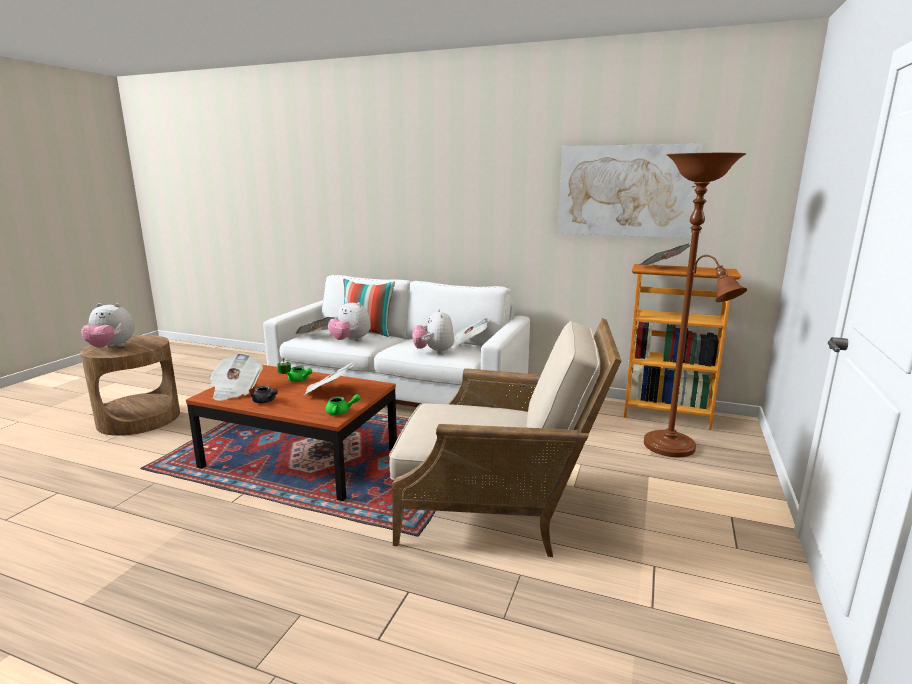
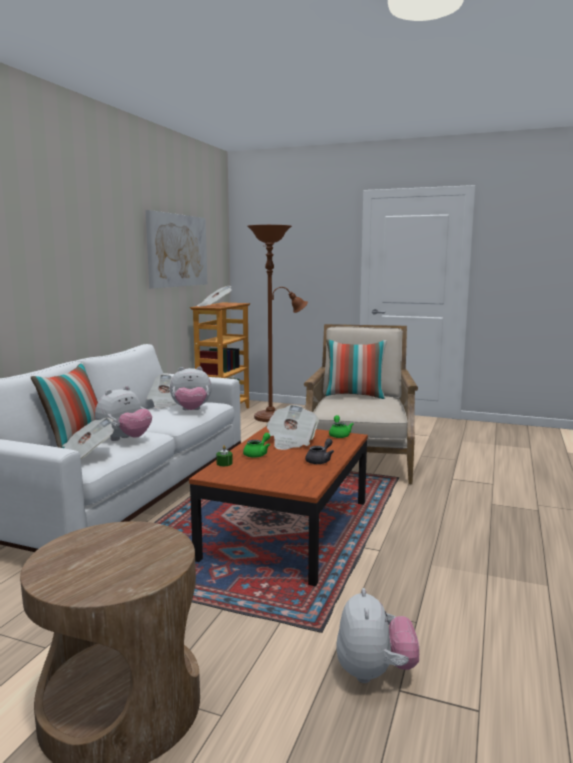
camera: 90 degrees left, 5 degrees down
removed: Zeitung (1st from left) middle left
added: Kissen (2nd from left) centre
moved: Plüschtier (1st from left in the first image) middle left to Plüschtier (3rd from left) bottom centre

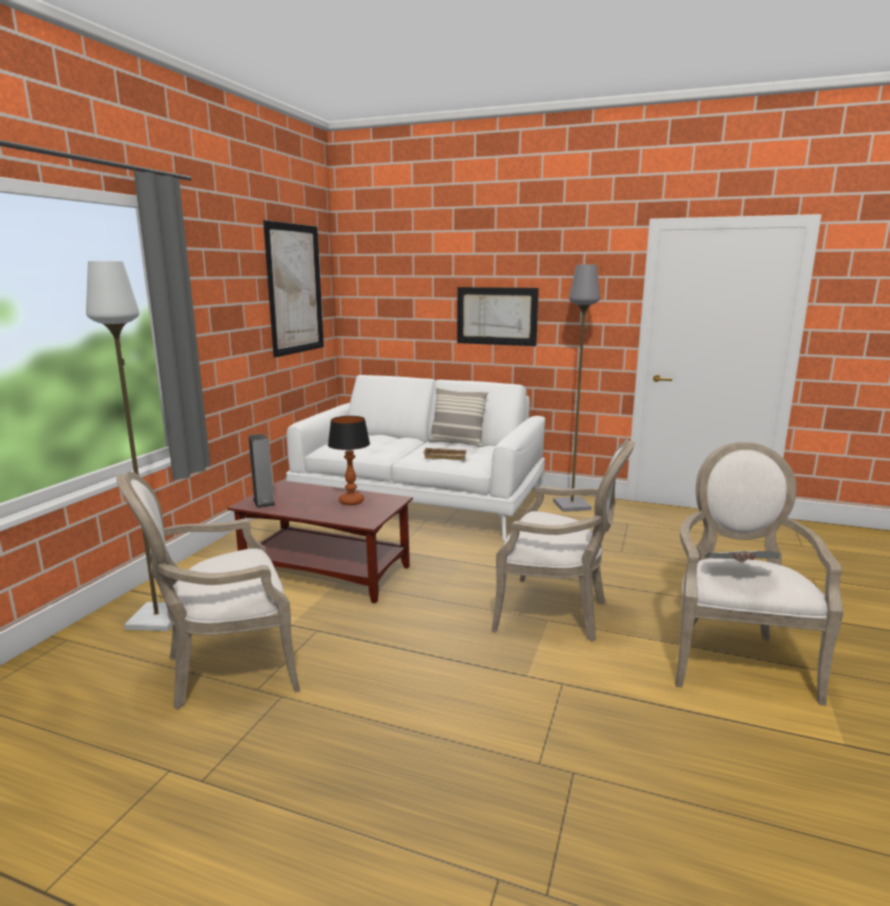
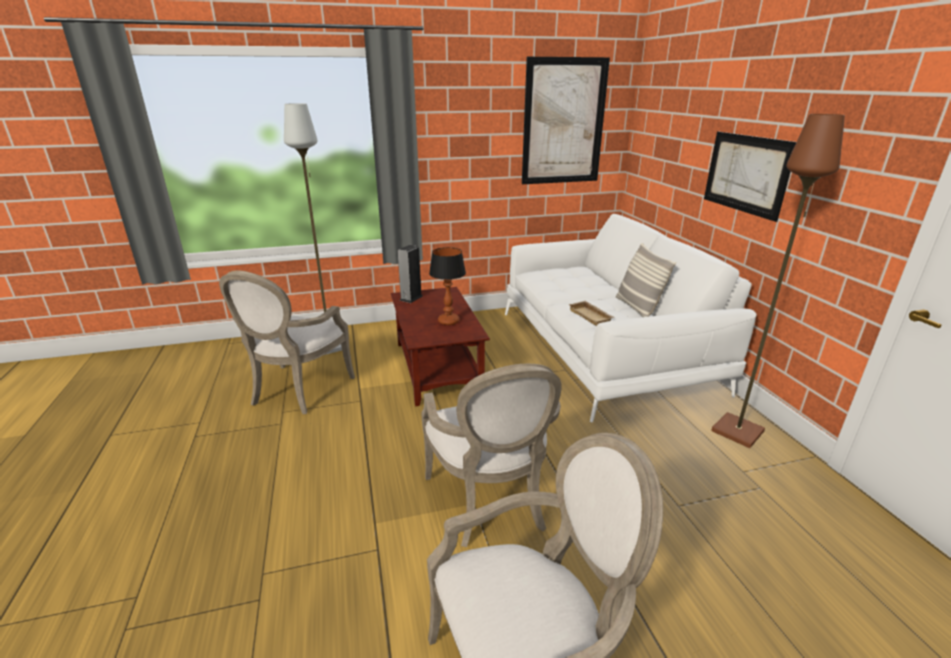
camera: 55 degrees right, 10 degrees up
removed: Zeitung middle right
recoloured: Stehlampe (grau) (2nd from left) centre to Stehlampe (braun) middle right
turned: Sessel (1st from left) middle left = middle left 105 degrees counterclockwise

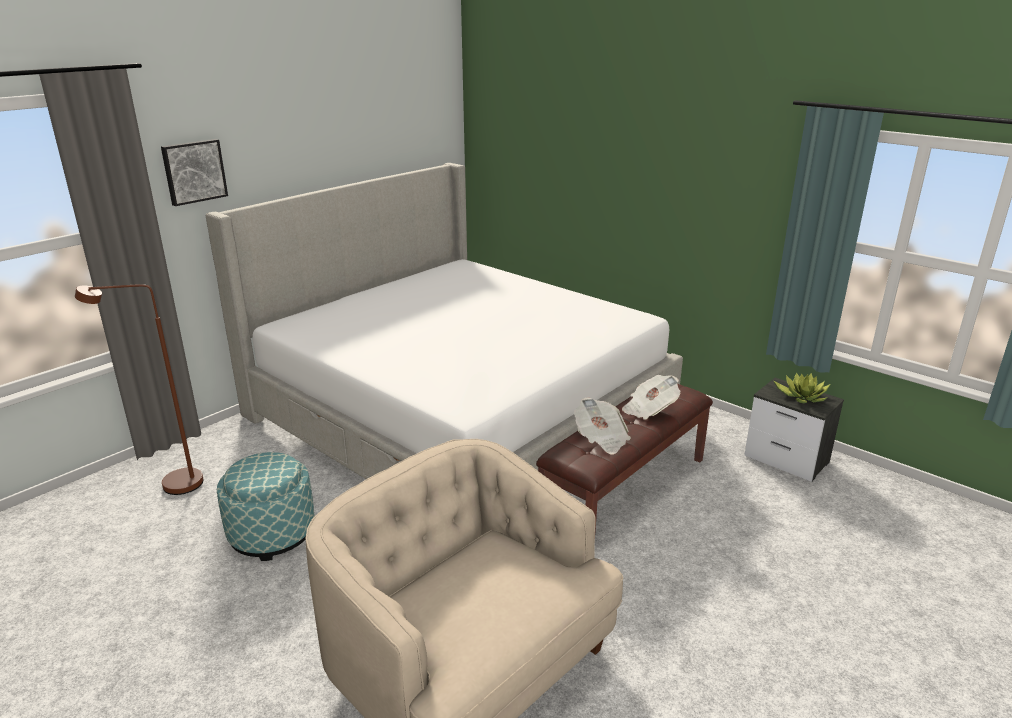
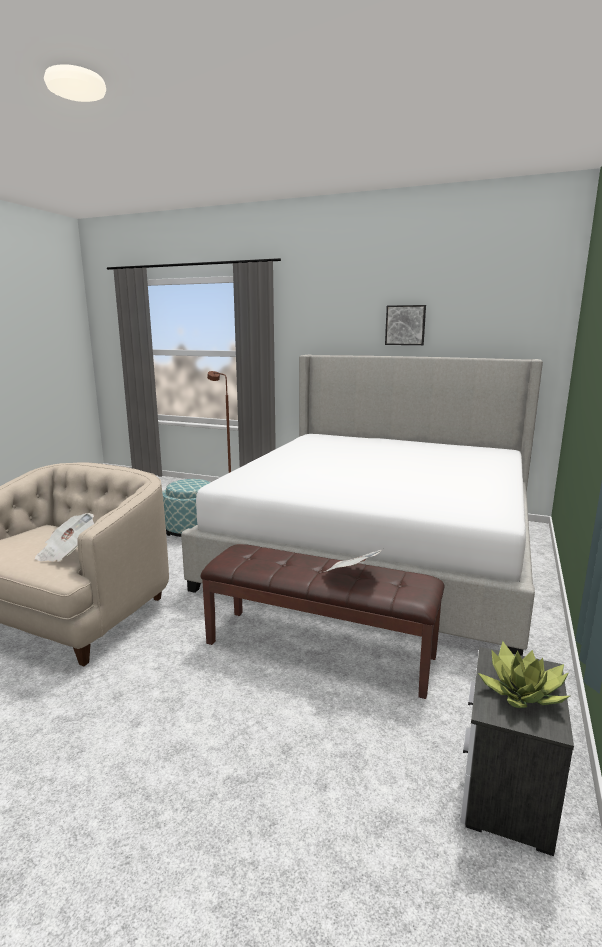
camera: 70 degrees right, 10 degrees down
moved: Bild top left to middle right; Zeitung (1st from left) centre to middle left

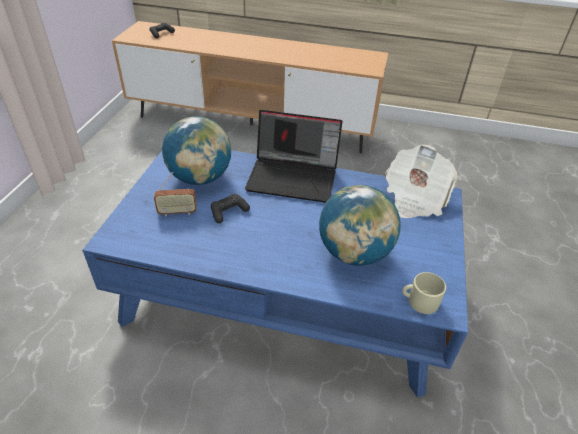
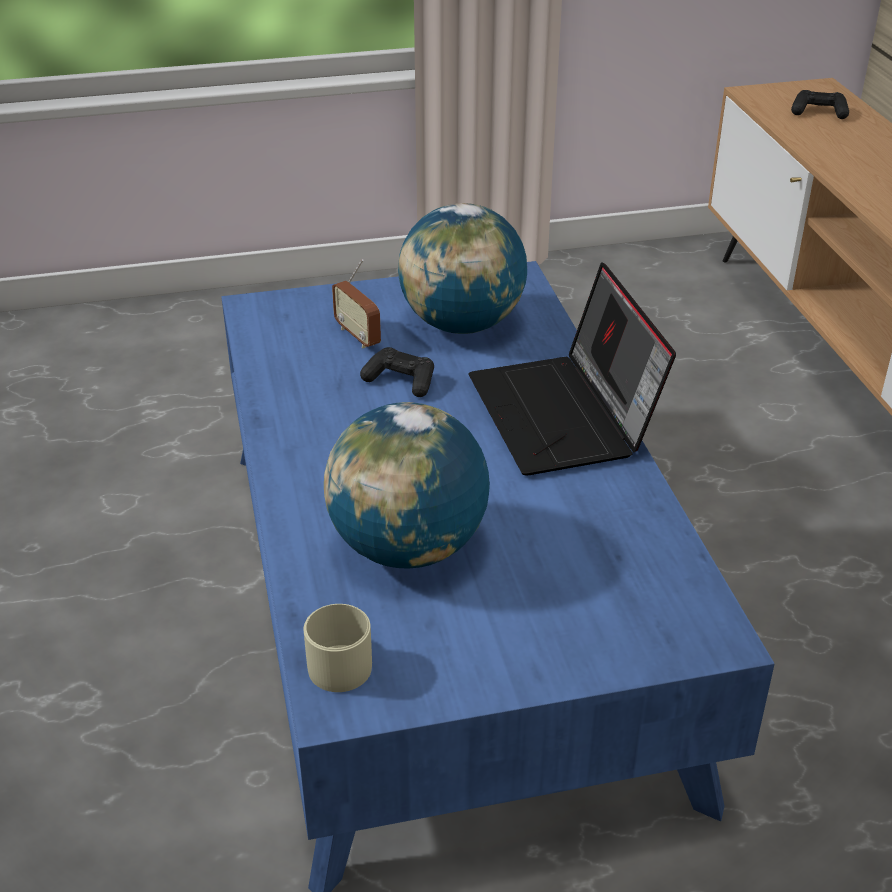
camera: 65 degrees right, 5 degrees down
removed: Zeitung middle right

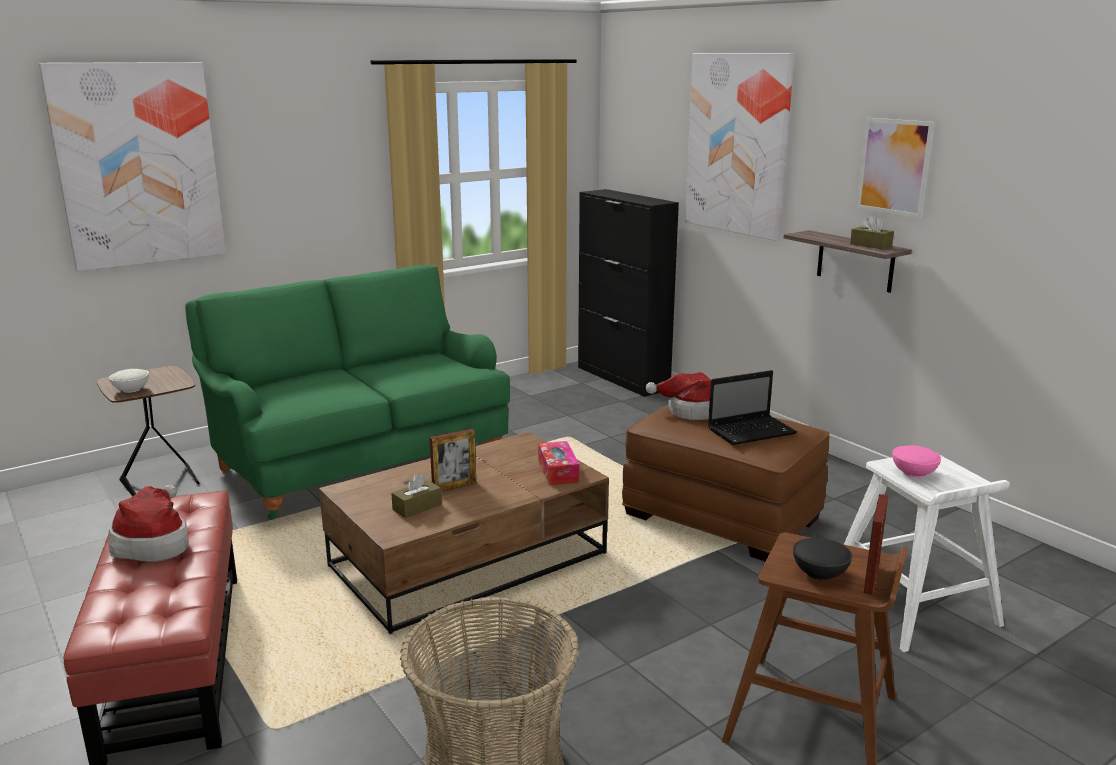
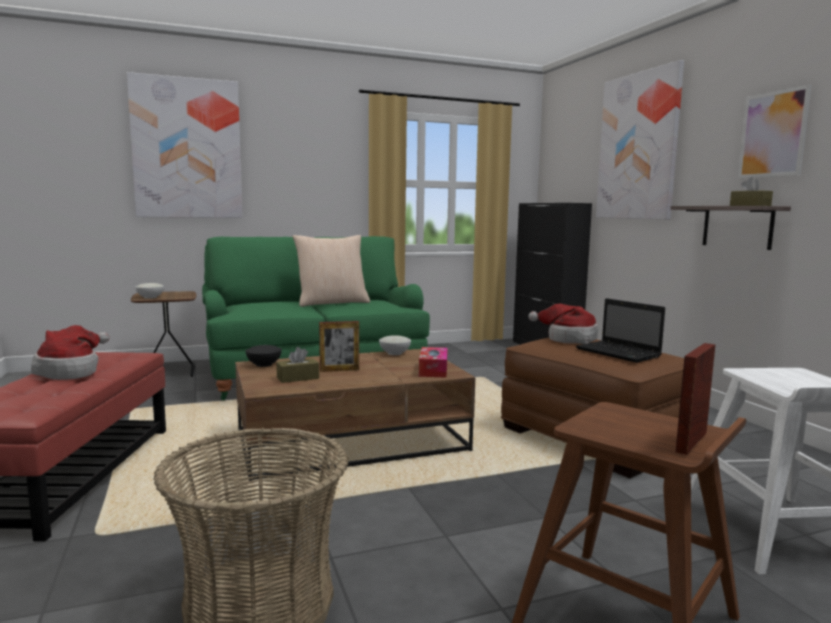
camera: 15 degrees right, 10 degrees down
removed: Schüssel (rosa) middle right
added: Kissen (beige) centre; Schüssel (weiß) (2nd from left) centre
moved: Schüssel (schwarz) bottom right to middle left
turned: Laptop middle right = middle right 60 degrees clockwise

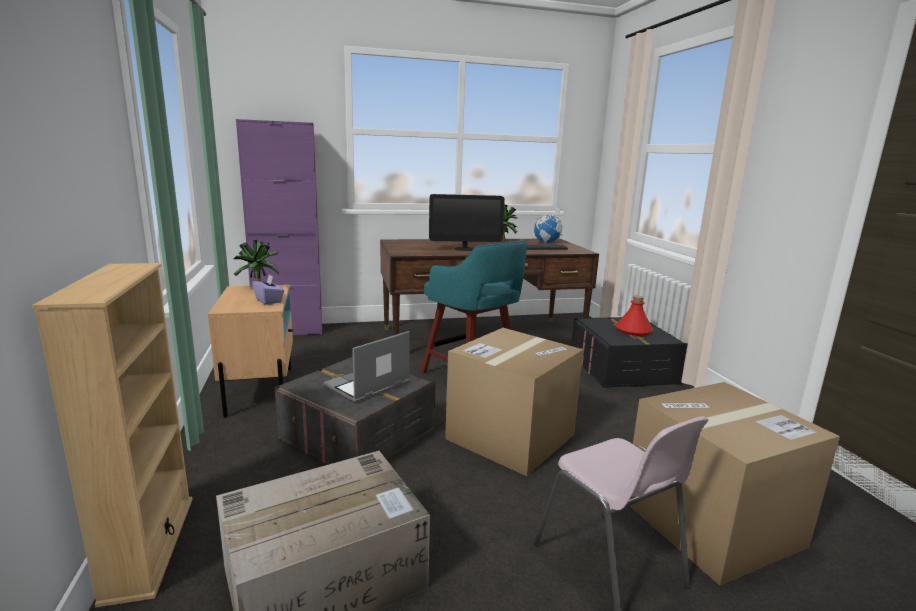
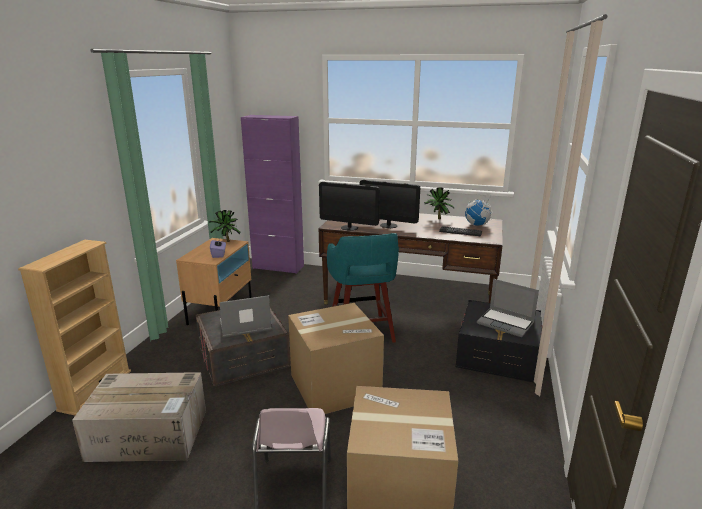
camera: 30 degrees right, 5 degrees up
added: Monitor (1st from left) centre
replaced: Flasche (rot) middle right to Laptop (2nd from left) middle right

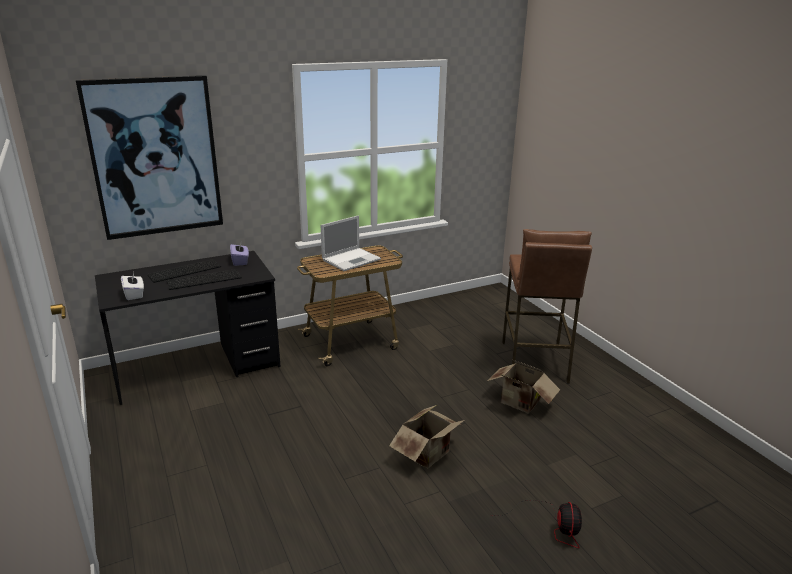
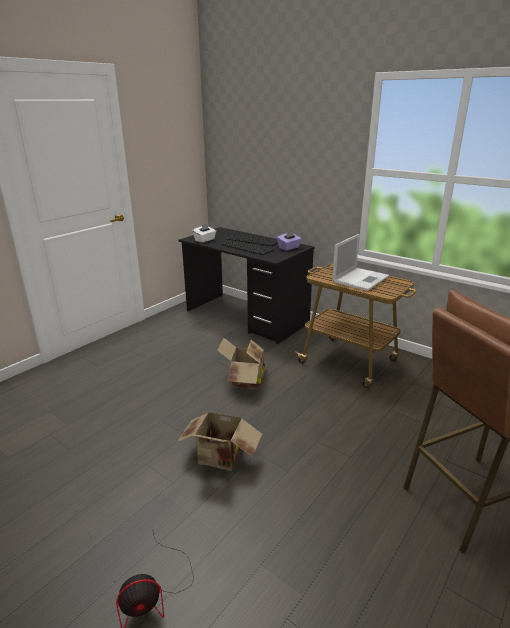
camera: 65 degrees right, 0 degrees up
removed: Bild top left
moved: Karton (2nd from left) bottom centre to centre
turned: Laptop centre = middle right 75 degrees counterclockwise

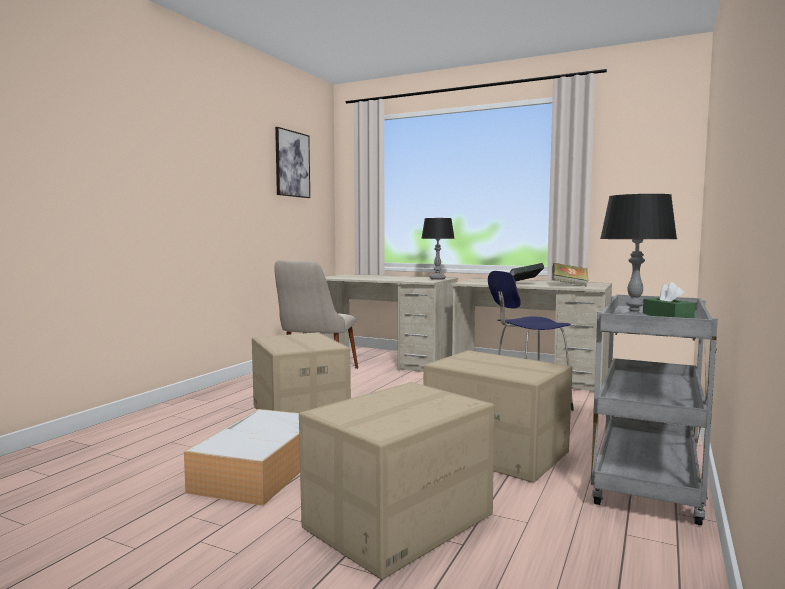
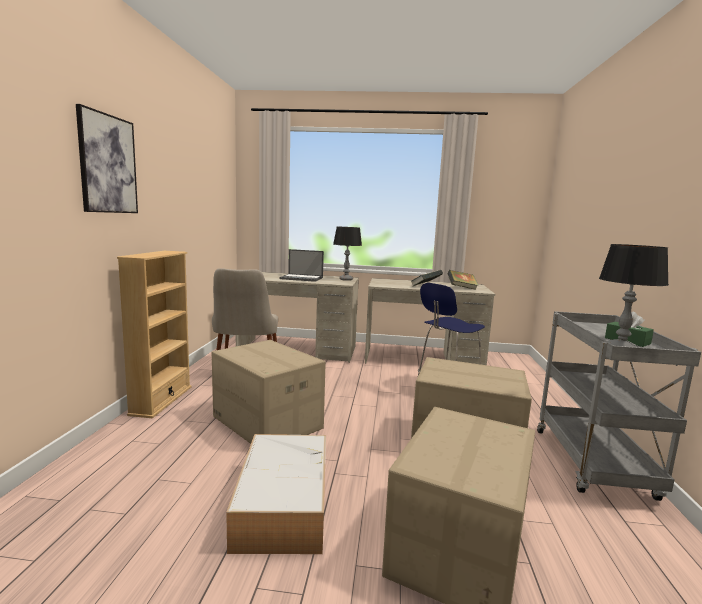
camera: 20 degrees left, 5 degrees up
added: Bücherregal (beige) middle left; Laptop centre
moved: Bild top centre to top left

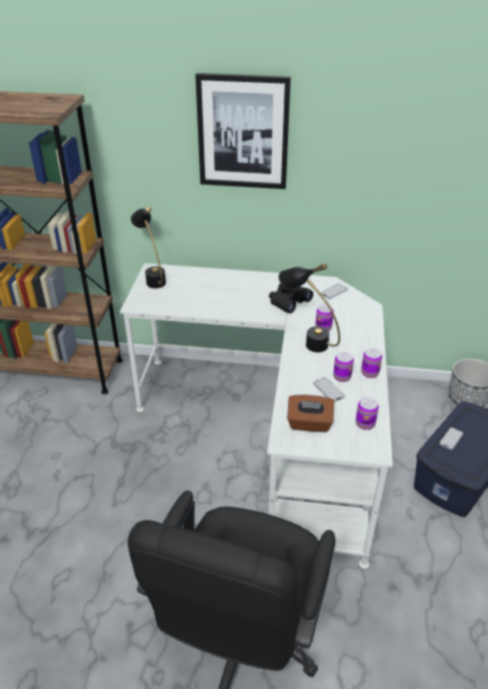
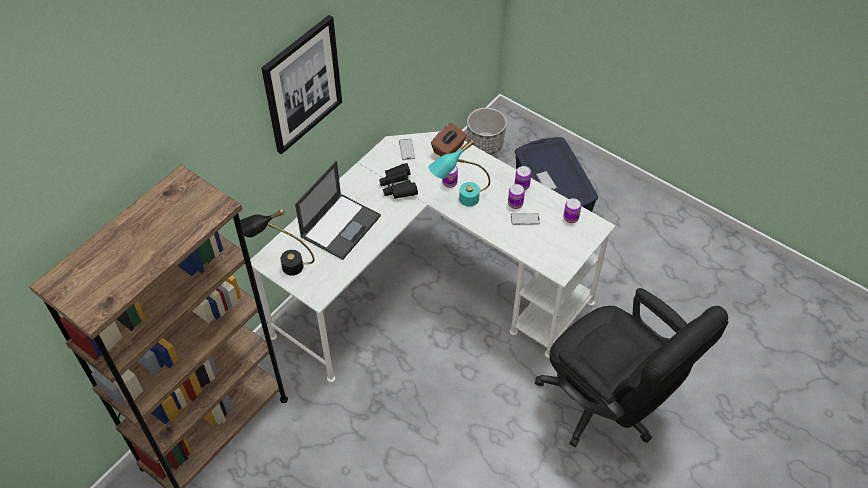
camera: 60 degrees left, 15 degrees up
added: Laptop centre
moved: Taschentuchbox (braun) centre to top centre
recoloured: Tischlampe (schwarz) (2nd from left) centre to Tischlampe (türkis) centre

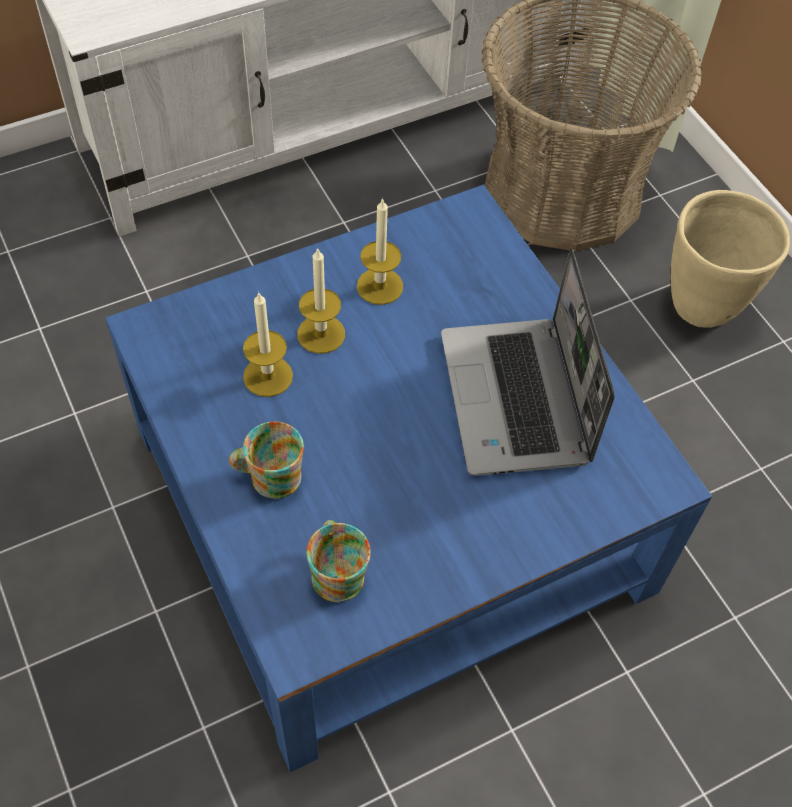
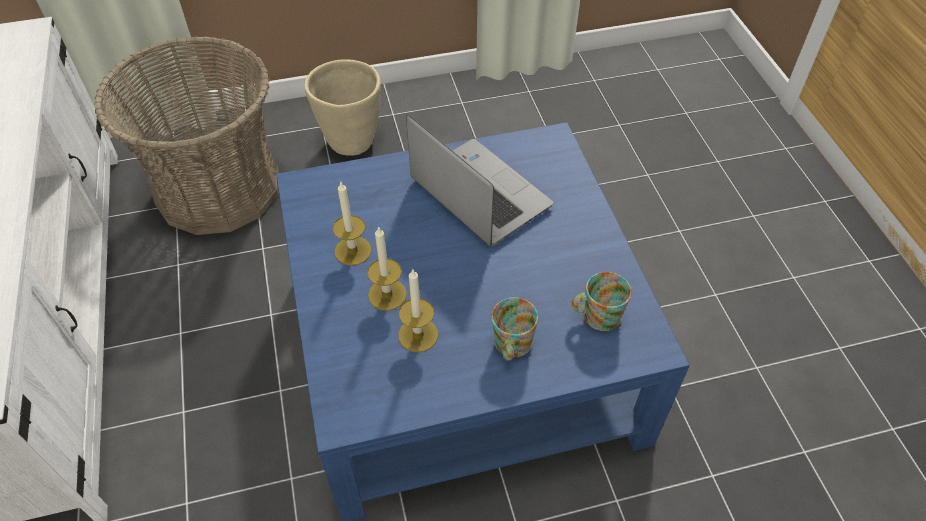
camera: 75 degrees left, 5 degrees down
turned: Laptop middle right = centre 135 degrees counterclockwise

